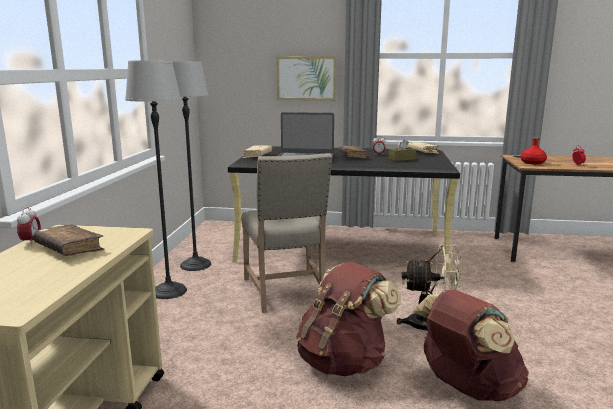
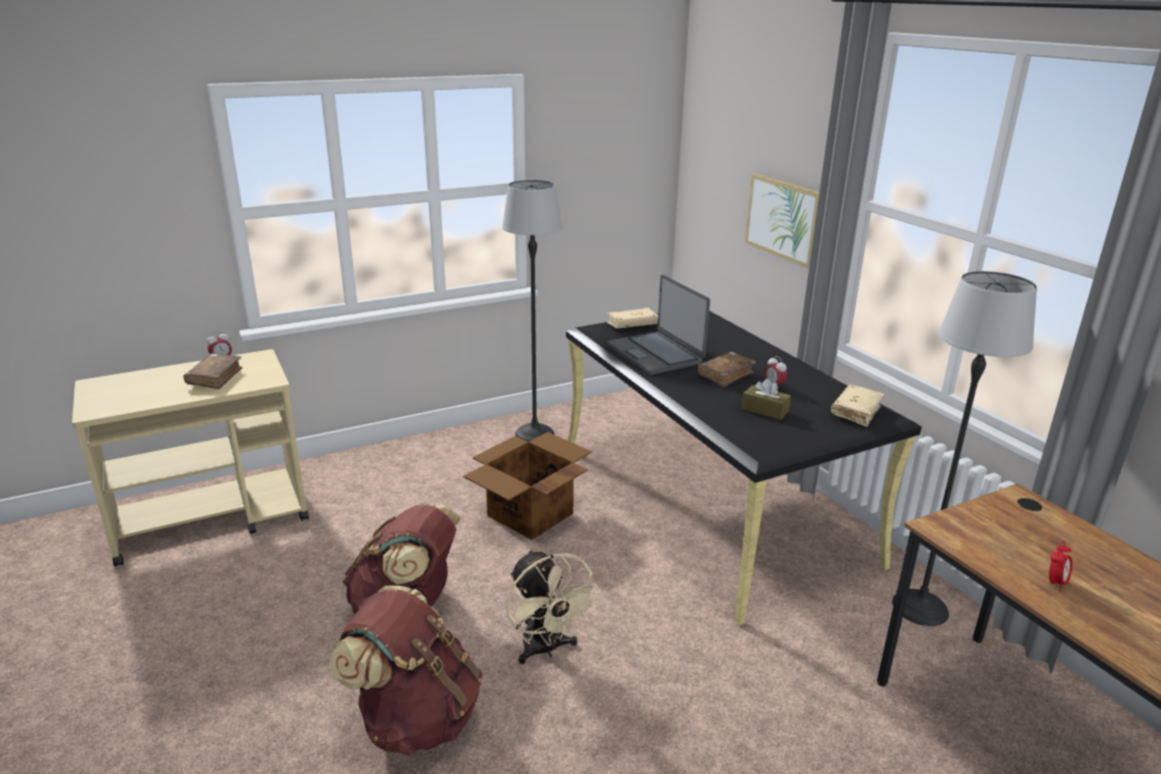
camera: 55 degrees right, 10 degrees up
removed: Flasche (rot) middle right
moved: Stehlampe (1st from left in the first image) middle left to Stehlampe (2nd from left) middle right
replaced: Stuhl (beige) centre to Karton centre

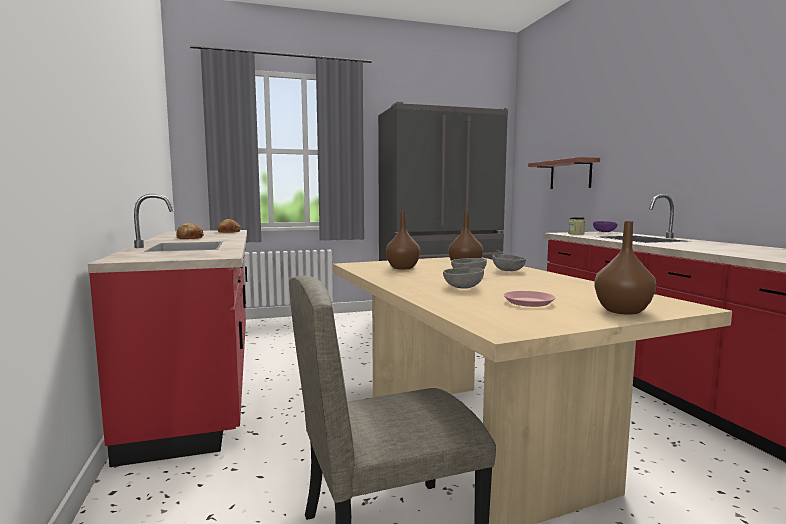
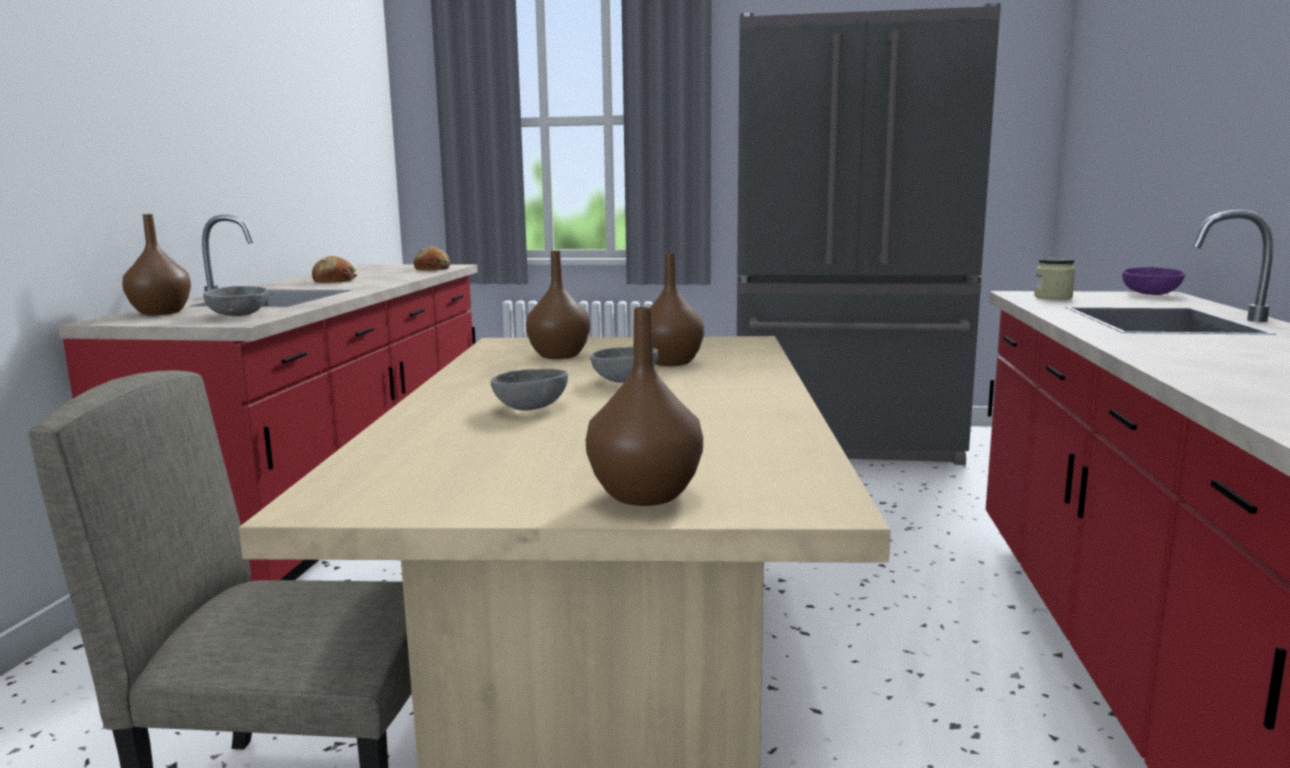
camera: 25 degrees right, 5 degrees up
removed: Teller (rosa) middle right; Wandregal top right
added: Vase (braun) (1st from left) middle left
moved: Schüssel (grau) (3rd from left in the first image) centre to Schüssel (grau) (1st from left) middle left

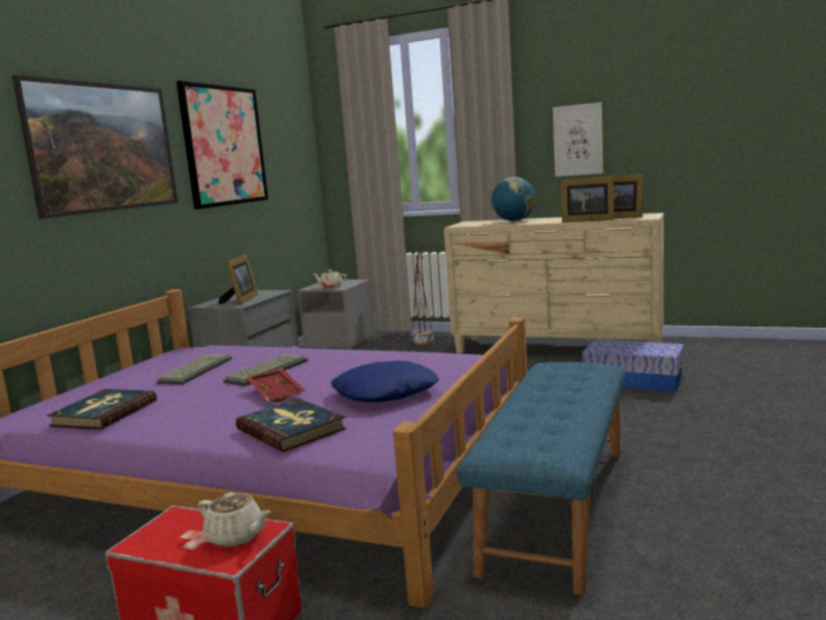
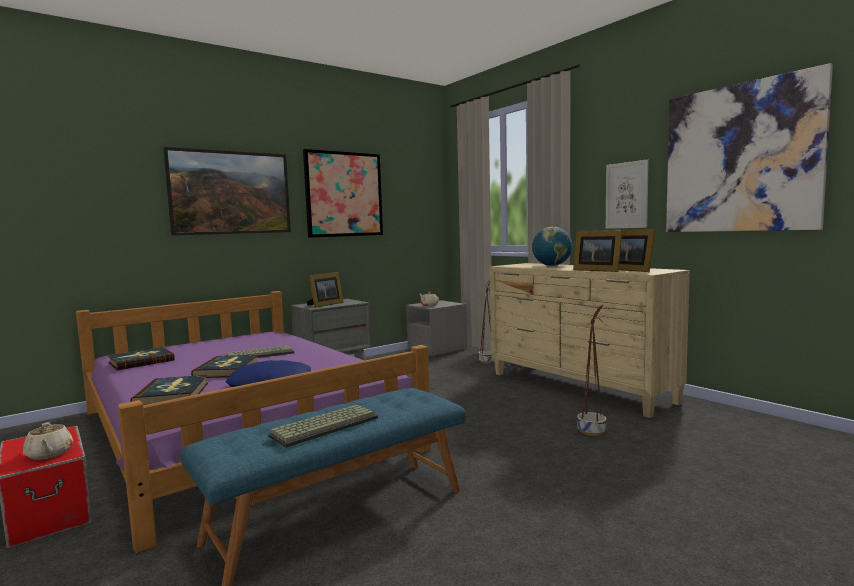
camera: 30 degrees right, 5 degrees down
added: Bild (4th from left) top right
moved: Tastatur (1st from left in the first image) middle left to Tastatur (2nd from left) bottom centre
replaced: Tablett (rot) centre to Buch (3rd from left) middle left; Aufbewahrungsbox (2nd from left) middle right to Pflanzkübel (braun) (2nd from left) middle right

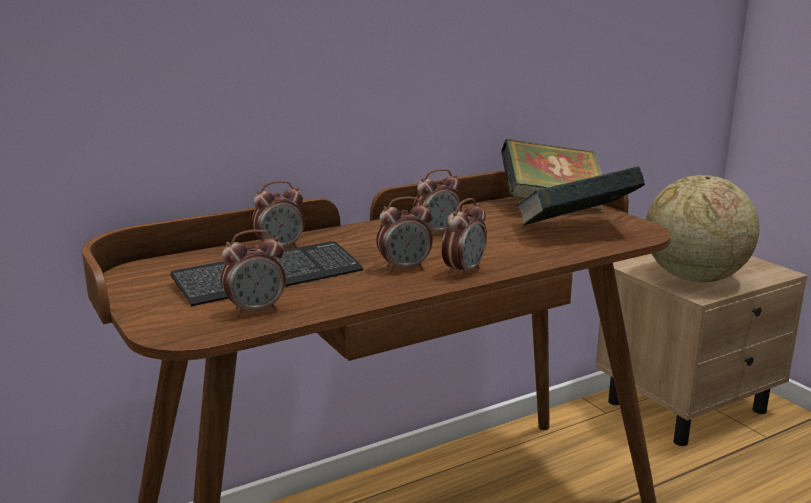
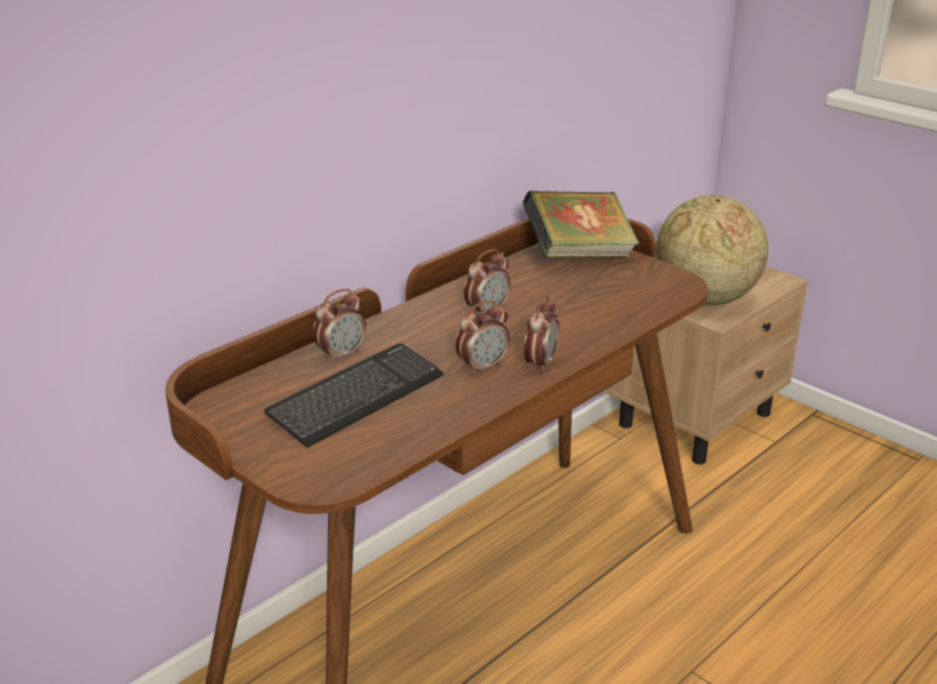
camera: 15 degrees left, 10 degrees up
removed: Wecker (1st from left) middle left; Buch (2nd from left) middle right

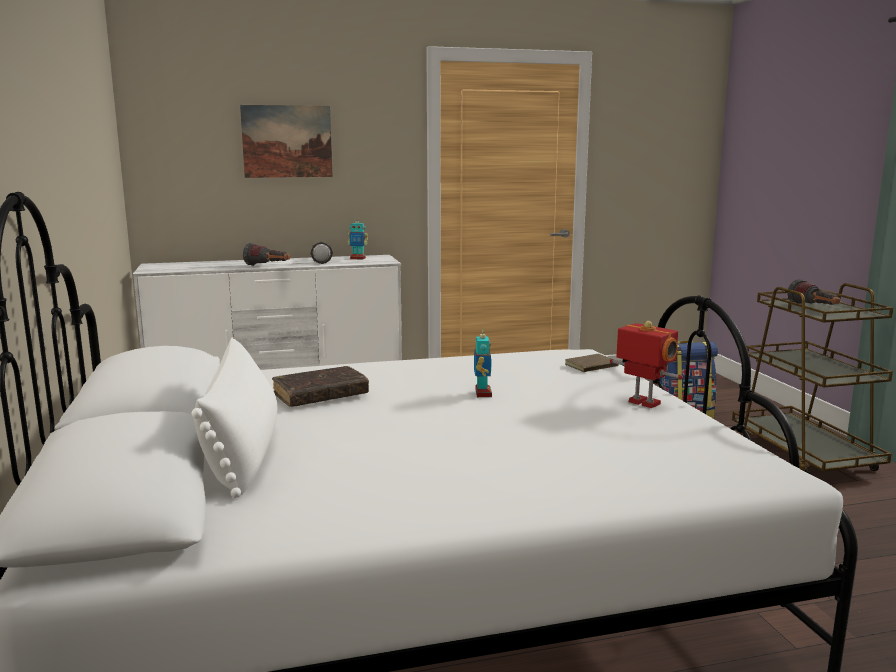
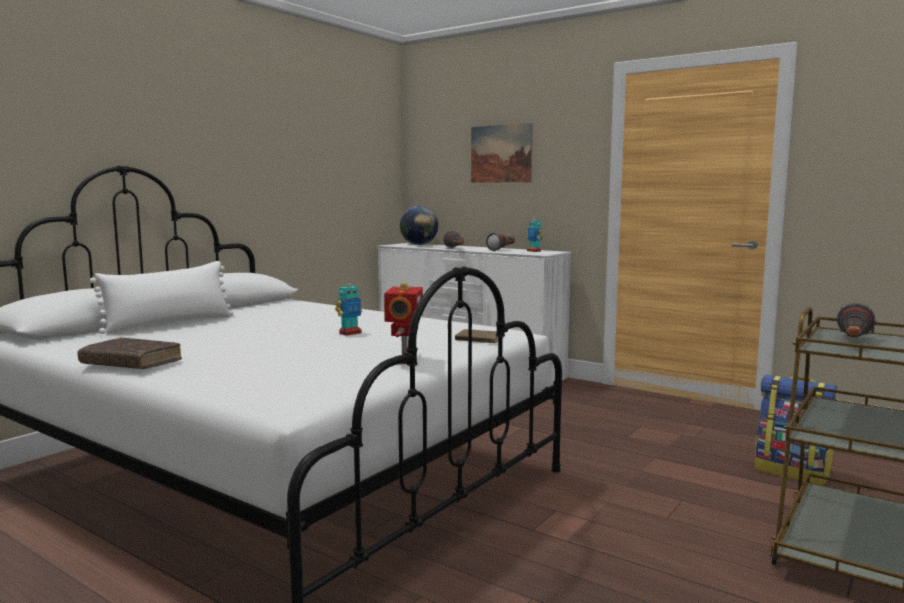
camera: 50 degrees right, 5 degrees down
added: Globus centre
moved: Buch (braun) (1st from left) centre to middle left

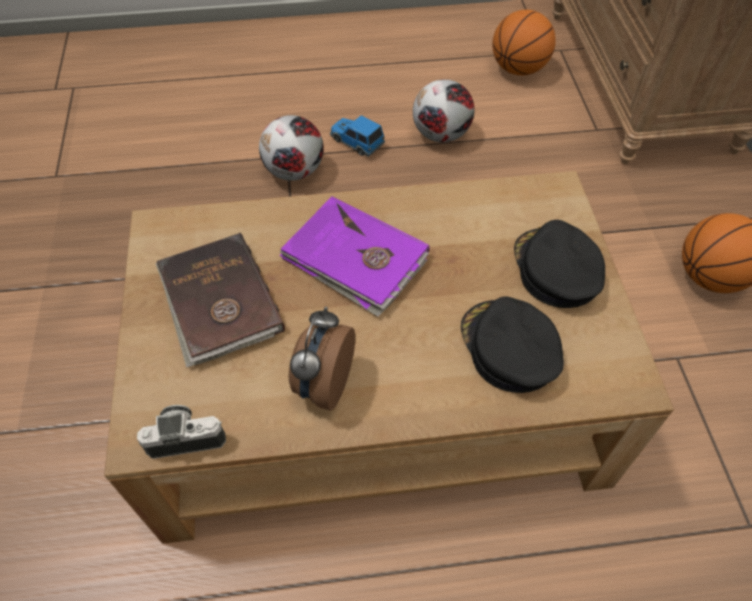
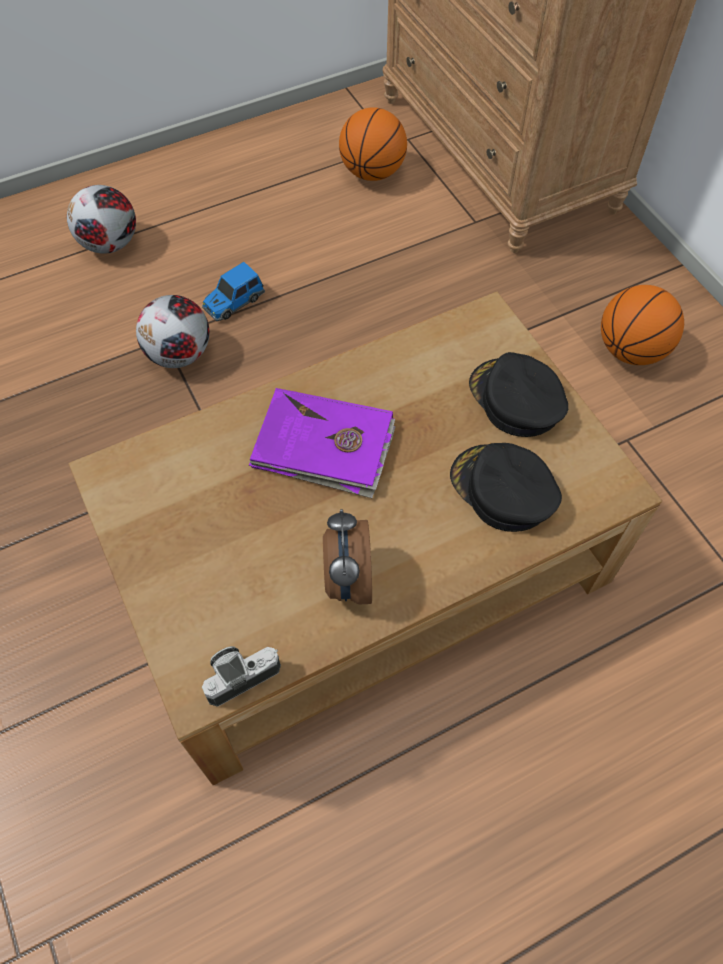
camera: 20 degrees left, 5 degrees up
removed: Buch (braun) middle left
moved: Fußball (2nd from left in the first image) top centre to Fußball (1st from left) top left
turned: Spielzeugauto top centre = top left 60 degrees counterclockwise

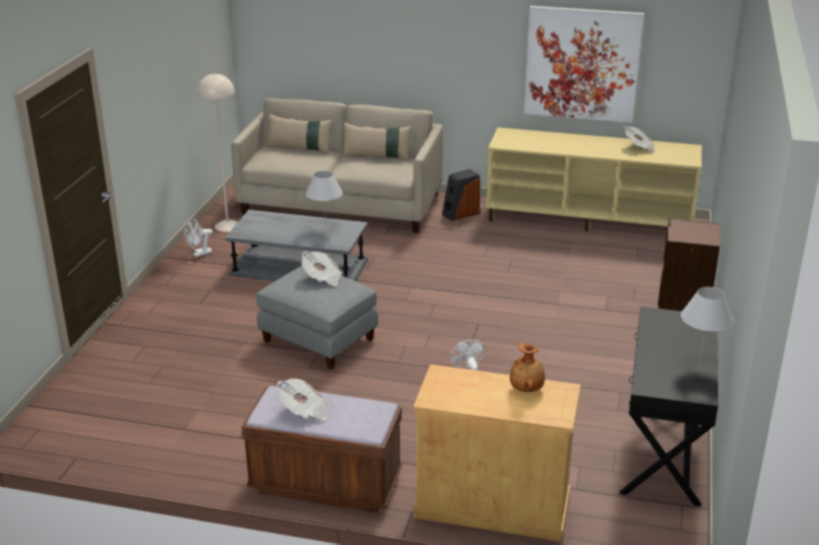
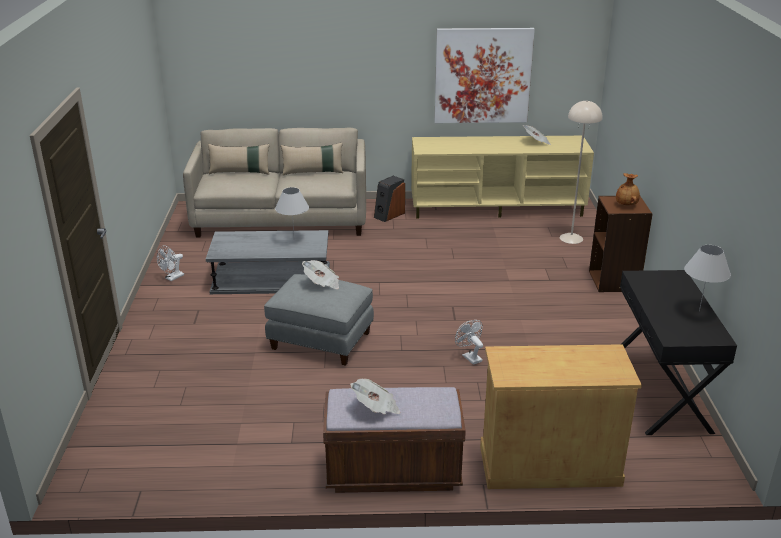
camera: 15 degrees left, 0 degrees up
moved: Stehlampe (beige) top left to top right; Vase (braun) bottom centre to middle right

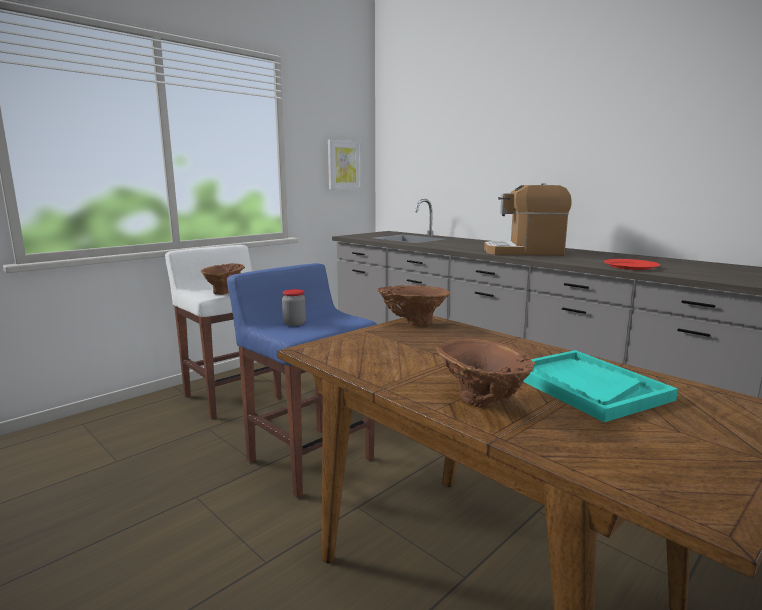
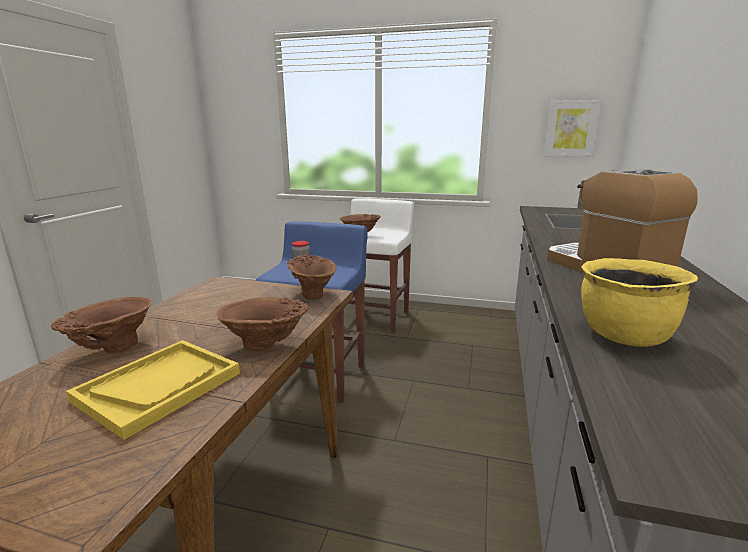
camera: 60 degrees right, 5 degrees up
added: Vase (braun) (2nd from left) centre
replaced: Teller (rot) middle right to Kochtopf (gelb) middle right
recoloured: Tablett (türkis) middle right to Tablett (gelb) bottom left

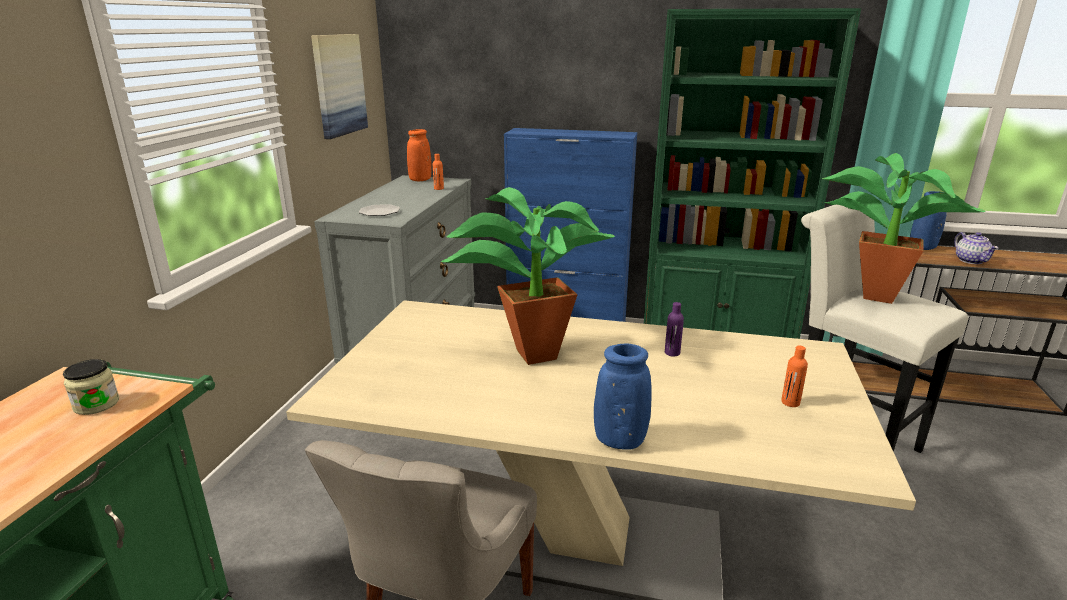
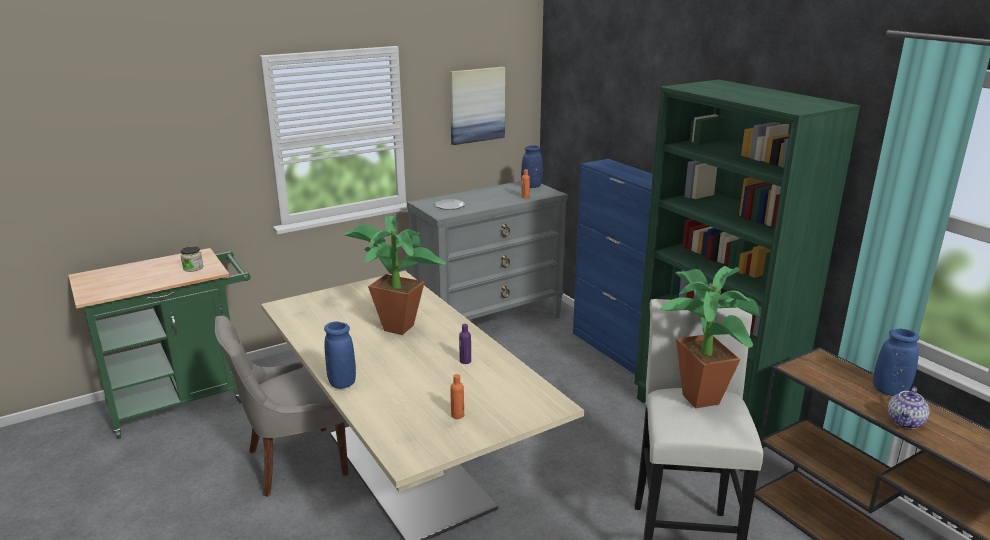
camera: 45 degrees right, 0 degrees up
recoloured: Vase (orange) top centre to Vase (blau) (2nd from left) top centre

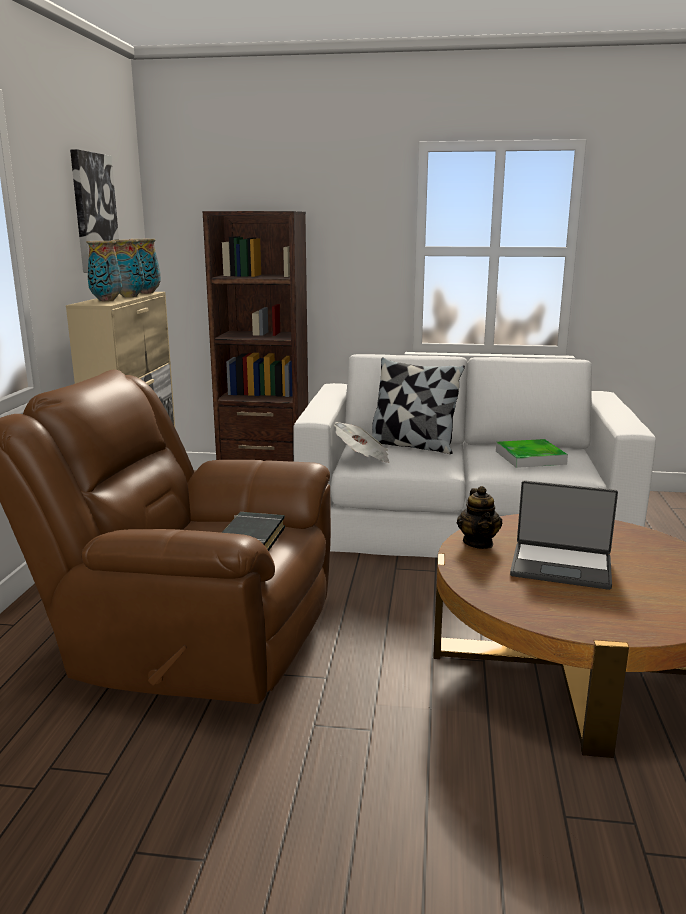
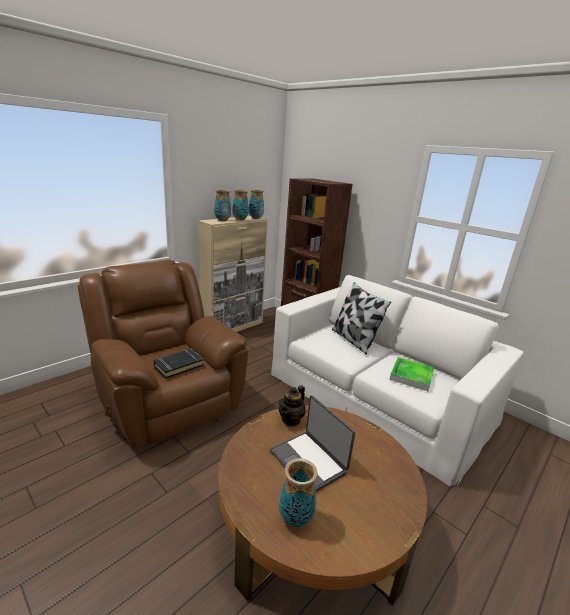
camera: 35 degrees right, 5 degrees up
removed: Bild top left; Zeitung centre
added: Vase (4th from left) bottom centre

